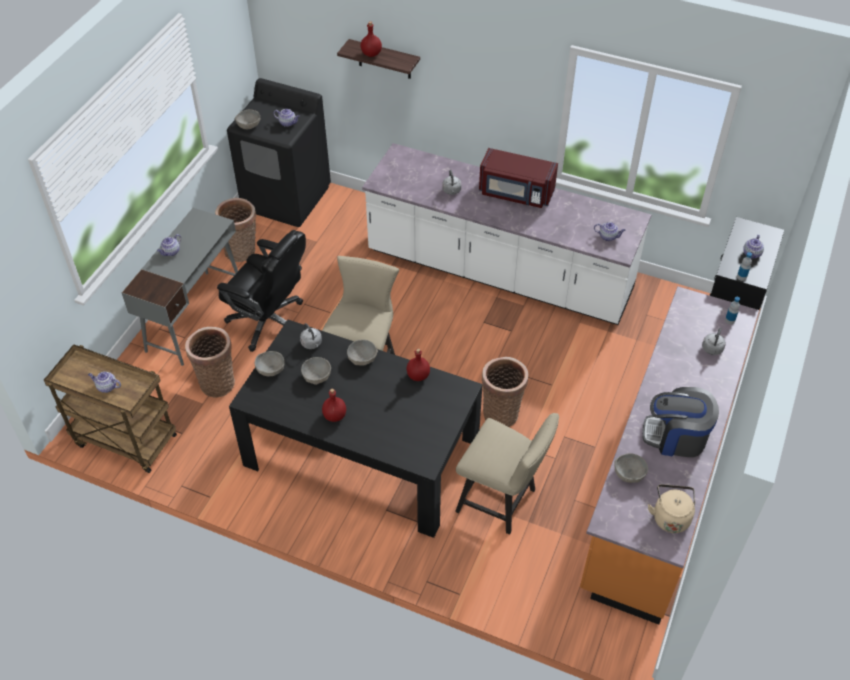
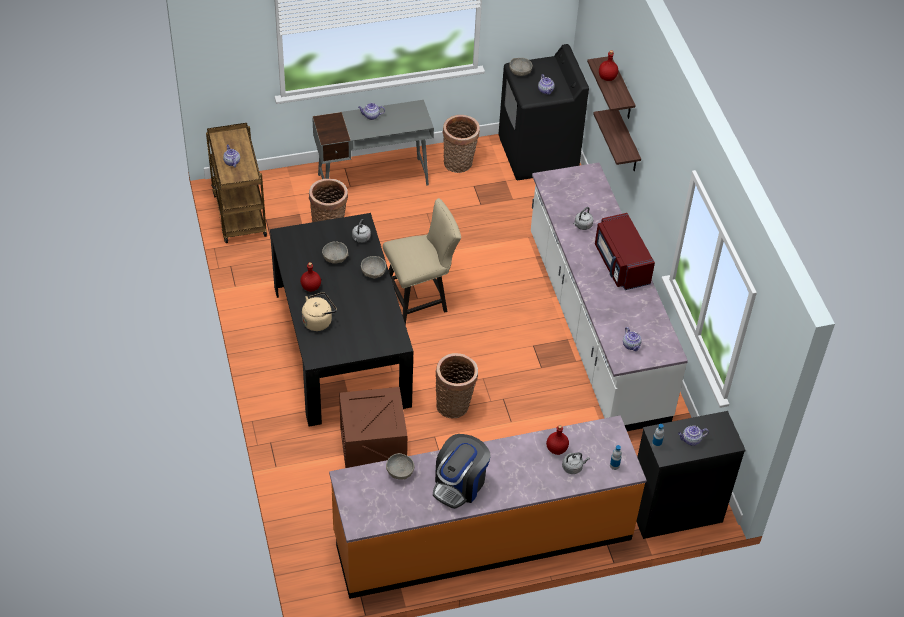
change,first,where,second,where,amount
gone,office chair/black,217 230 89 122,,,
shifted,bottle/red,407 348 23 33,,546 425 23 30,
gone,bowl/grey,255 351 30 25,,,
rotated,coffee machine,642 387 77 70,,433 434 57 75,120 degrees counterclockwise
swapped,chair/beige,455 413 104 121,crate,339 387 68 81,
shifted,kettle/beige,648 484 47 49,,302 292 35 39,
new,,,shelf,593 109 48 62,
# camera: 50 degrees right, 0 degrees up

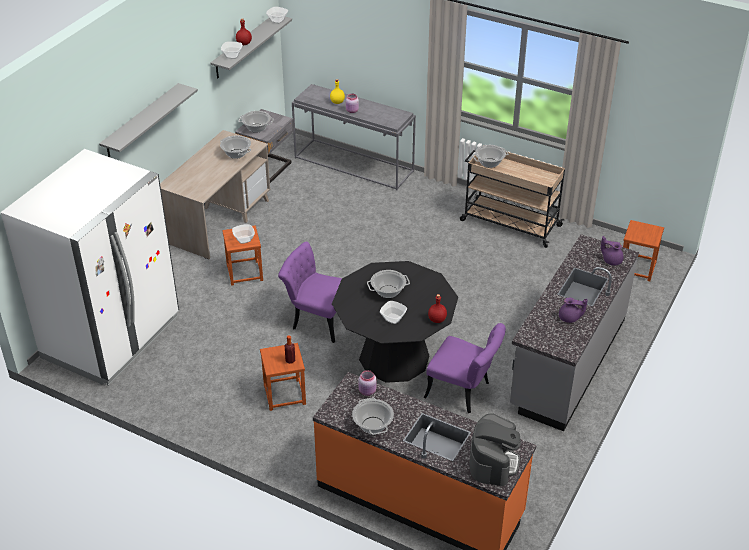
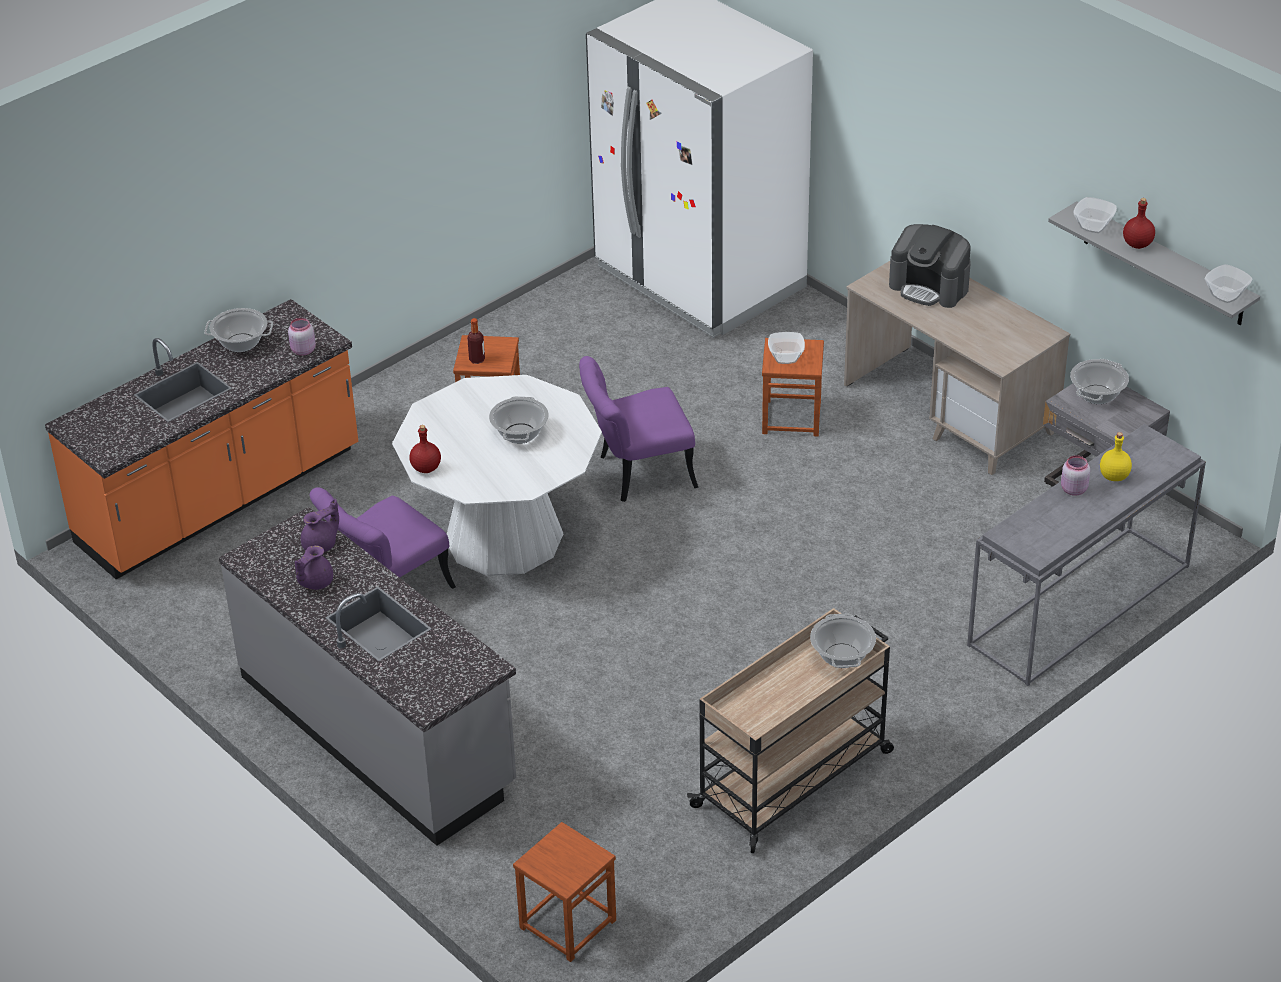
change,first,where,second,where,amount
gone,shelf/grey,99 83 99 75,,,
gone,cooking pot,220 135 31 24,,,
shifted,teapot/purple,601 236 22 30,,301 499 38 53,
rotated,chair/purple,278 242 64 101,,579 356 119 146,150 degrees counterclockwise
repainted,dining table/black,332 261 126 122,dining table/white,392 375 210 201,
gone,bowl,380 301 27 23,,,
shifted,coffee machine,469 413 52 73,,889 224 82 84,
# camera: 110 degrees right, 0 degrees up

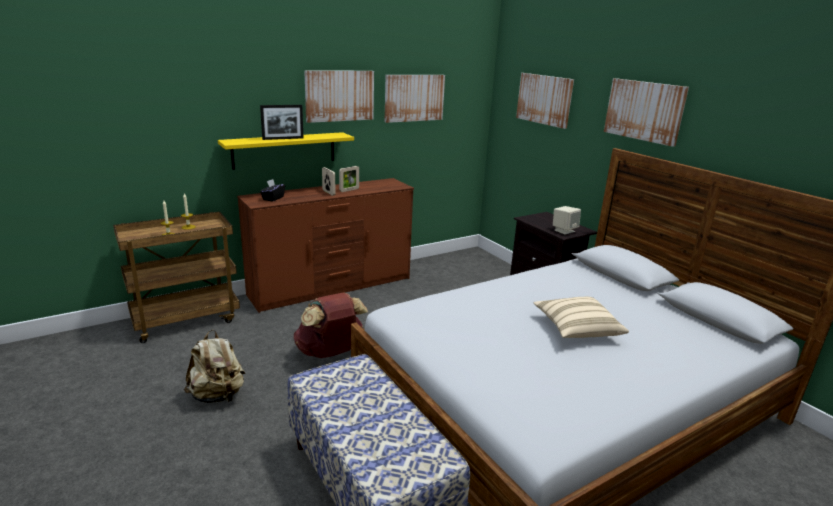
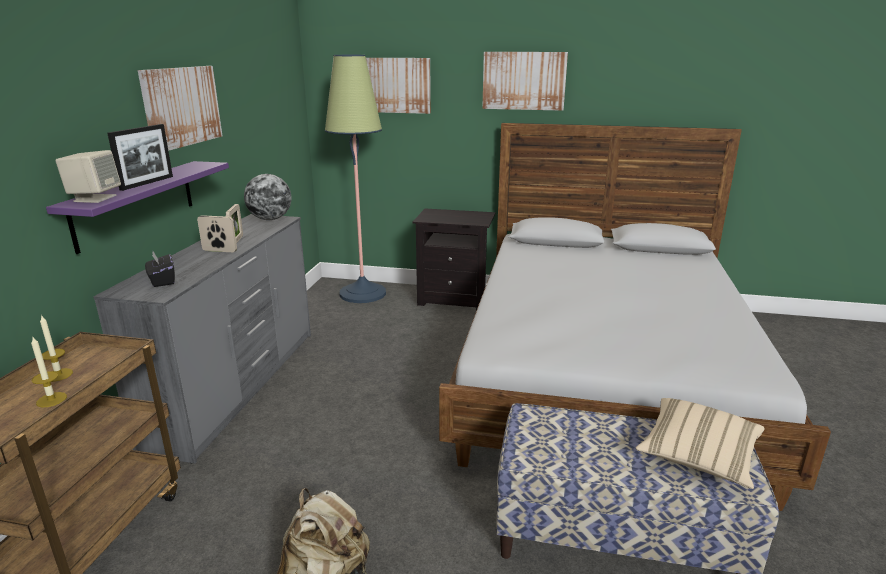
change,first,where,second,where,amount
gone,picture,385 75 60 48,,,
repainted,shelf/yellow,218 132 136 38,shelf/purple,46 161 183 93,
repainted,dresser/brown,237 178 177 135,dresser/grey,93 214 218 250,
shifted,speaker/beige,553 206 28 29,,55 150 66 53,
gone,backpack/brown,294 292 74 66,,,
shifted,pillow/beige,534 297 95 41,,636 398 128 91,
new,,,floor lamp,325 55 61 248,
new,,,globe,244 174 48 46,
# camera: 45 degrees left, 0 degrees up

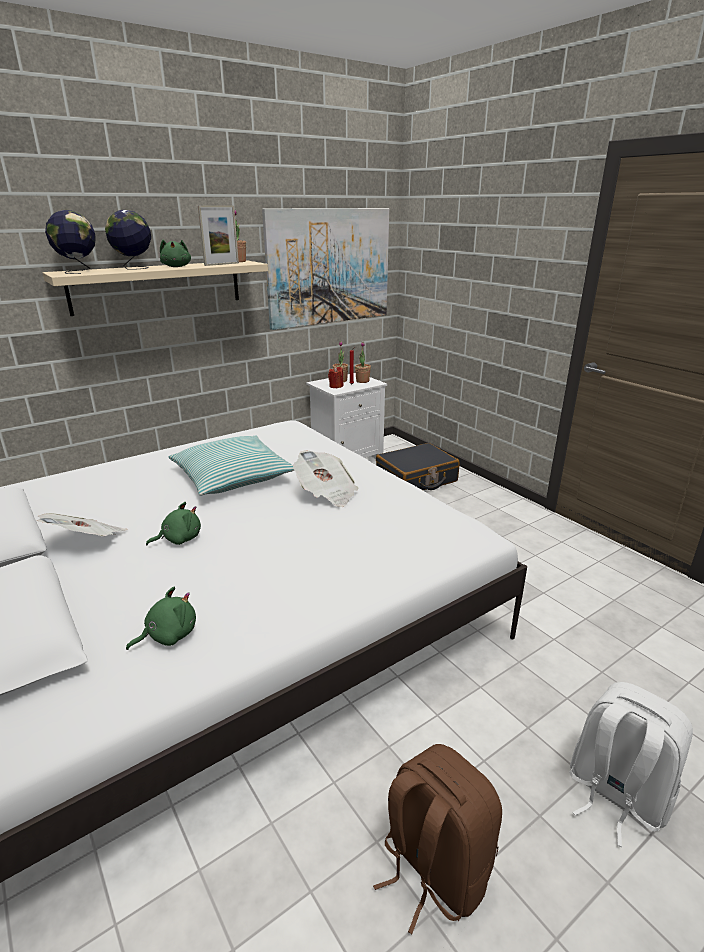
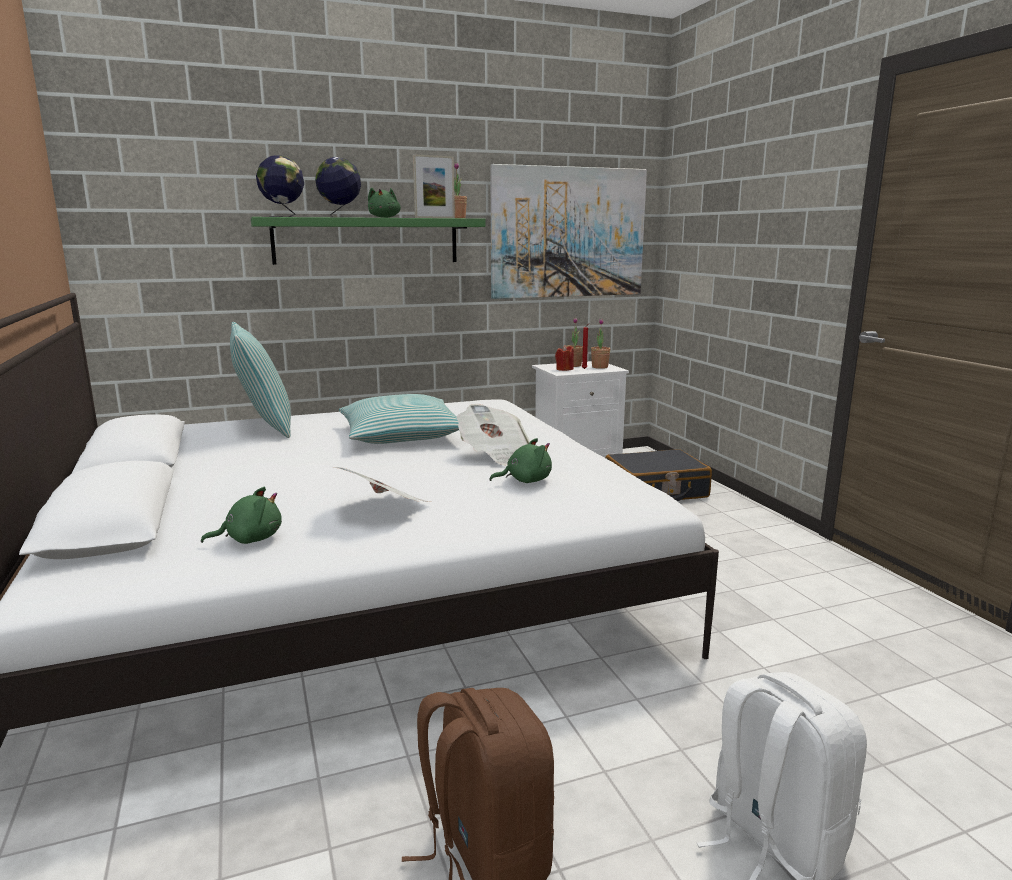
change,first,where,second,where,amount
repainted,shelf/beige,42 261 226 55,shelf/green,251 217 234 48,
shifted,plush toy/green,146 502 55 43,,489 438 63 45,
shifted,newspaper,36 513 91 23,,333 467 99 35,
new,,,pillow,230 322 61 116,
# camera: 15 degrees right, 10 degrees down

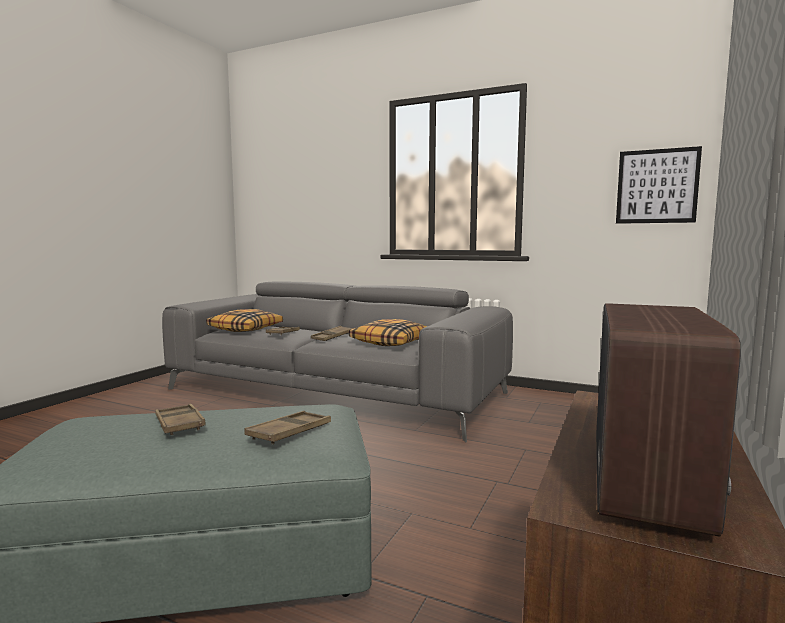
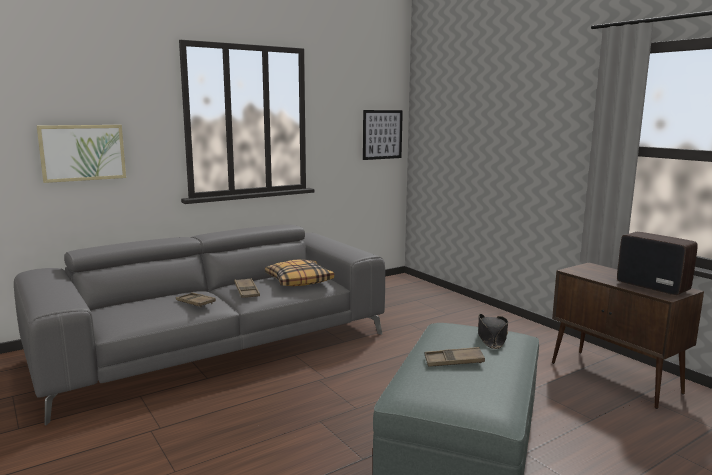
change,first,where,second,where,amount
gone,pillow,206 309 77 23,,,
swapped,tray/brown,244 411 87 34,hat/black,478 314 30 35,
new,,,picture,37 125 89 58,
# camera: 60 degrees left, 5 degrees up

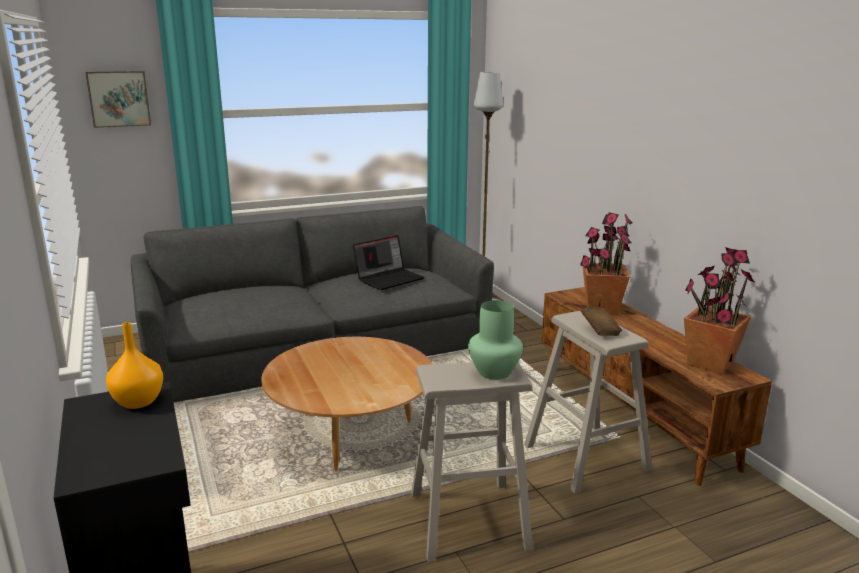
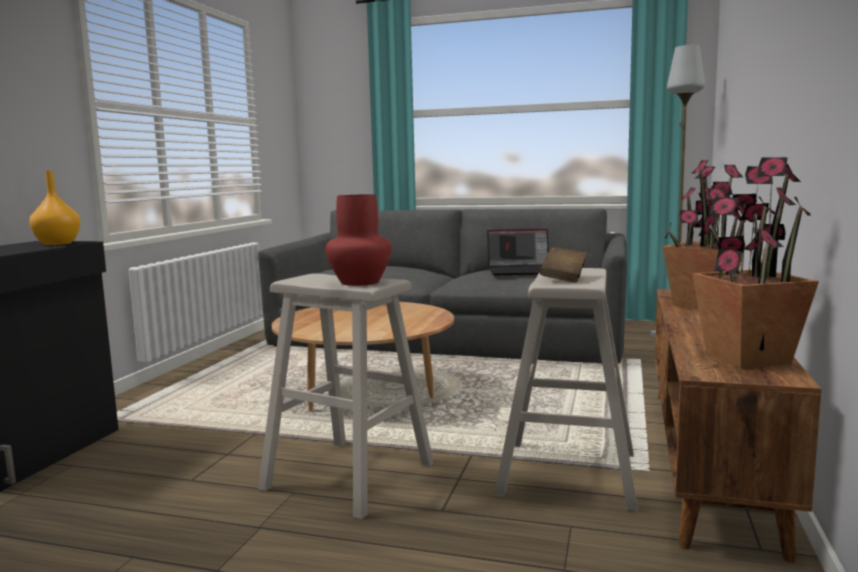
change,first,where,second,where,amount
gone,picture,85 71 66 57,,,
repainted,vase/green,468 300 55 80,vase/red,326 194 66 92,
# camera: 40 degrees right, 10 degrees down

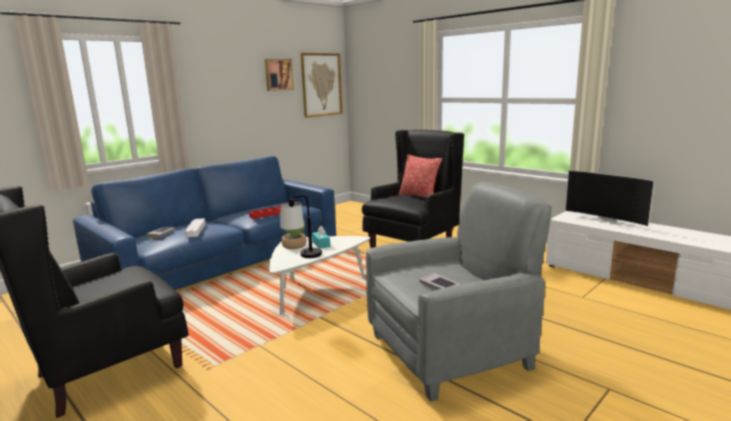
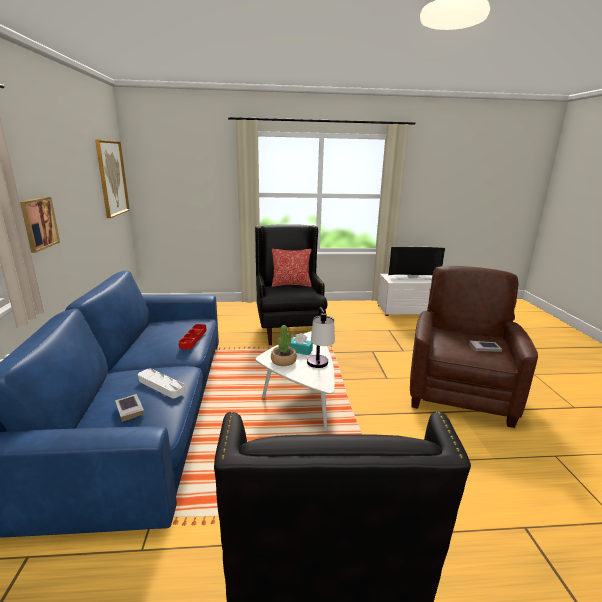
change,first,where,second,where,amount
shifted,picture,265 59 29 32,,20 197 40 56,
repainted,armchair/grey,366 182 186 220,armchair/brown,410 266 128 162,
# camera: 50 degrees left, 5 degrees up

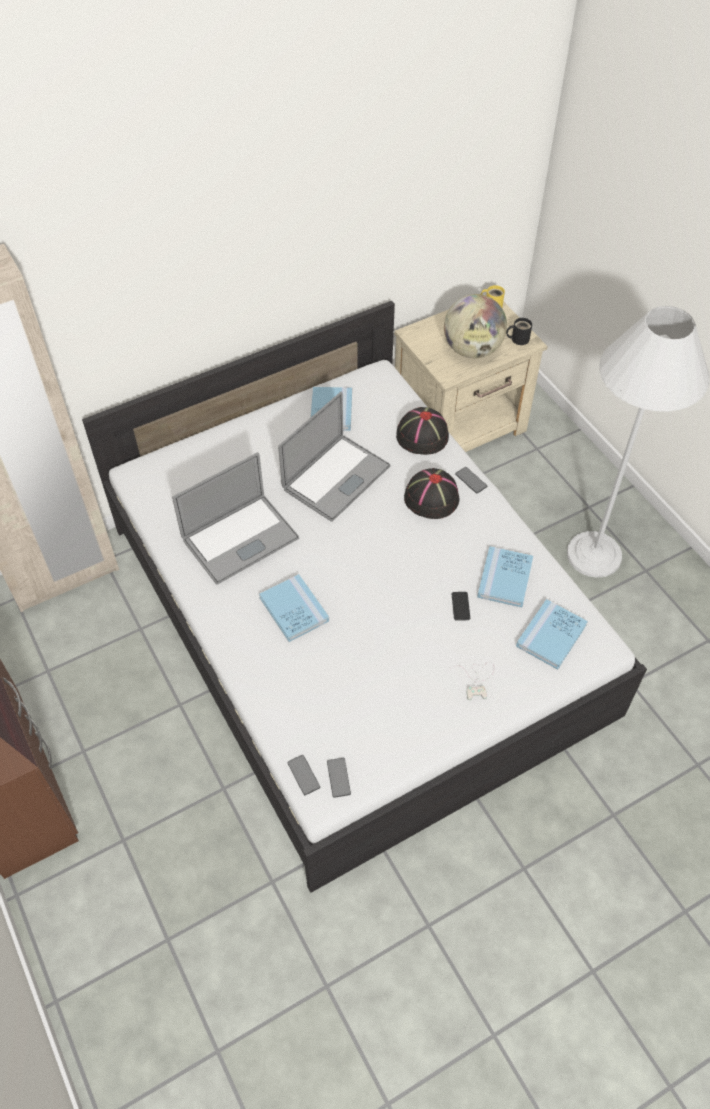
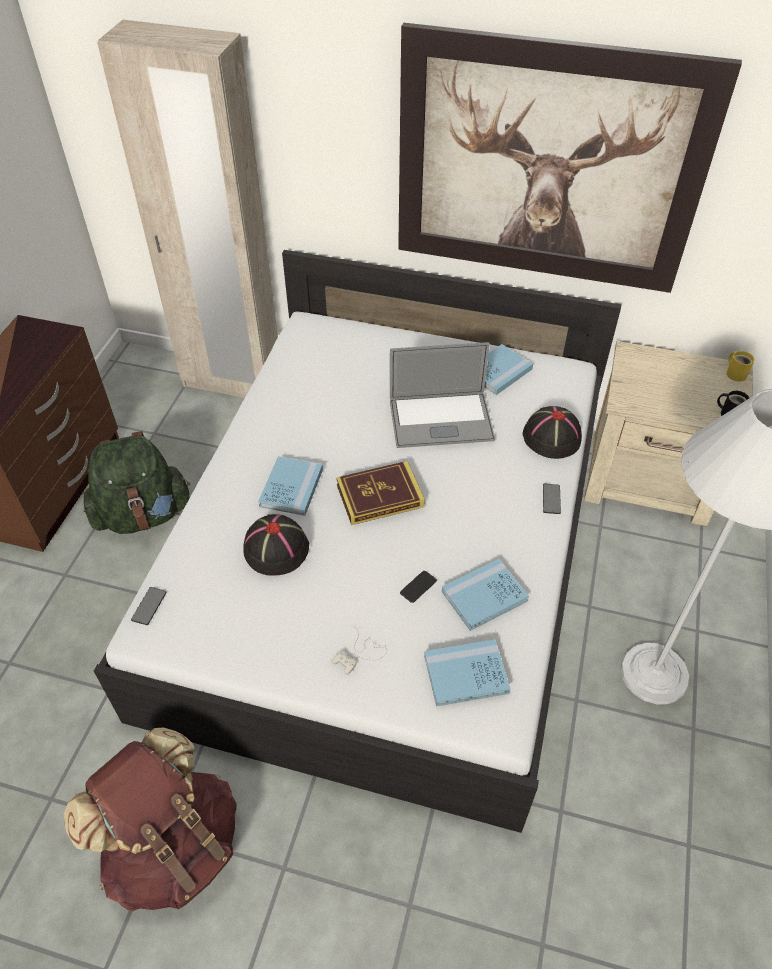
change,first,where,second,where,amount
gone,globe,444 294 63 64,,,
gone,laptop,172 452 127 133,,,
shifted,hat/black,404 468 55 51,,243 514 66 62,
gone,phone,327 758 24 40,,,
new,,,picture,398 23 344 270,
new,,,backpack/green,83 431 107 103,
new,,,book,336 461 89 64,
new,,,backpack/brown,64 728 172 183,
# camera: 45 degrees right, 5 degrees down

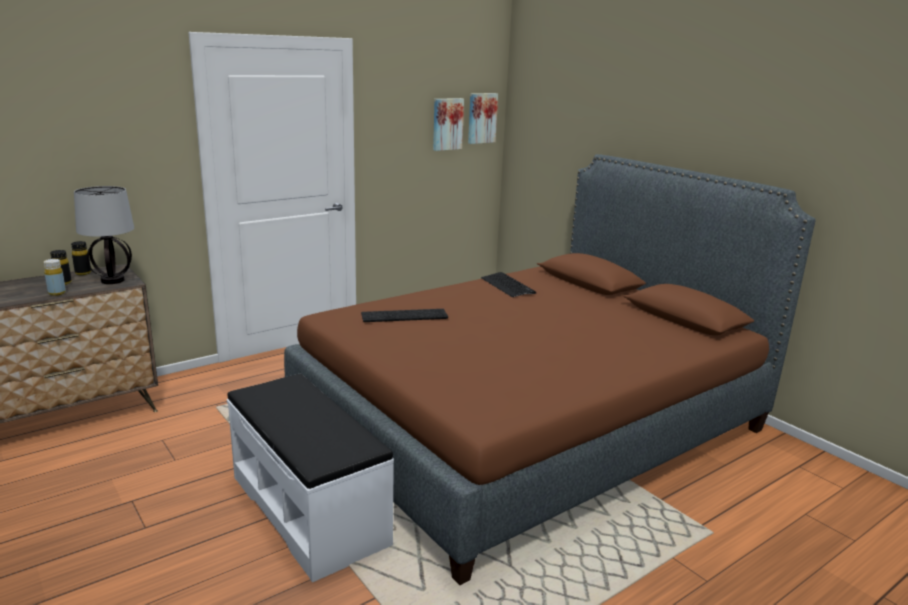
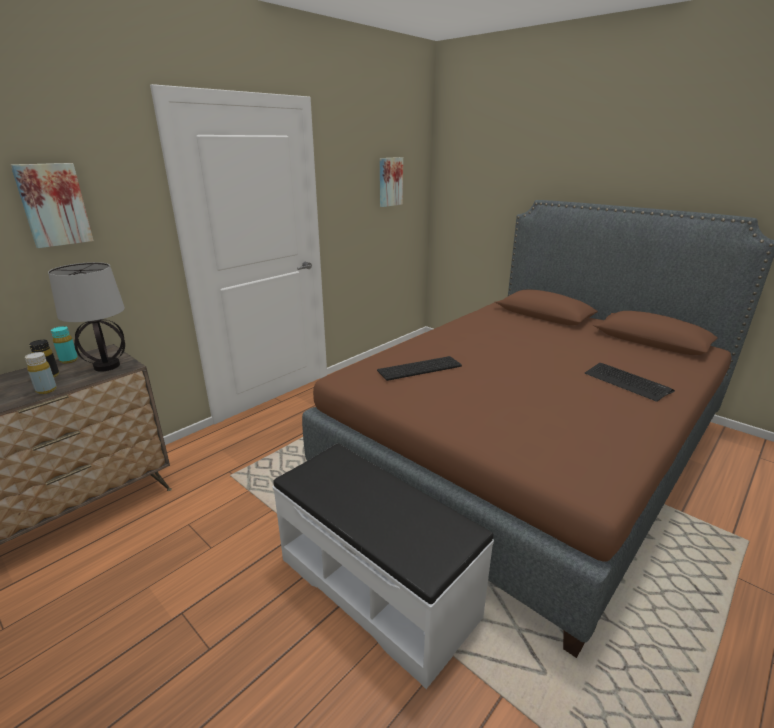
change,first,where,second,where,amount
shifted,picture,468 93 30 51,,11 163 83 85,
repainted,bottle/black,71 241 20 34,bottle/turquoise,51 326 27 38,
shifted,keyboard,481 272 55 25,,584 363 91 39,
# camera: 10 degrees left, 5 degrees up

